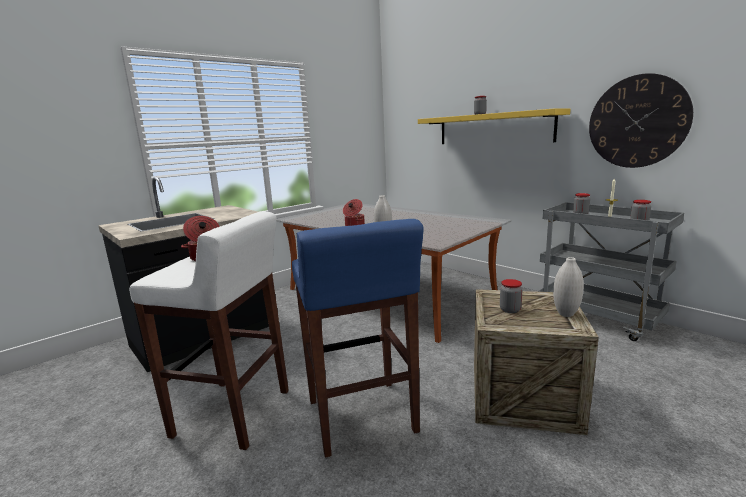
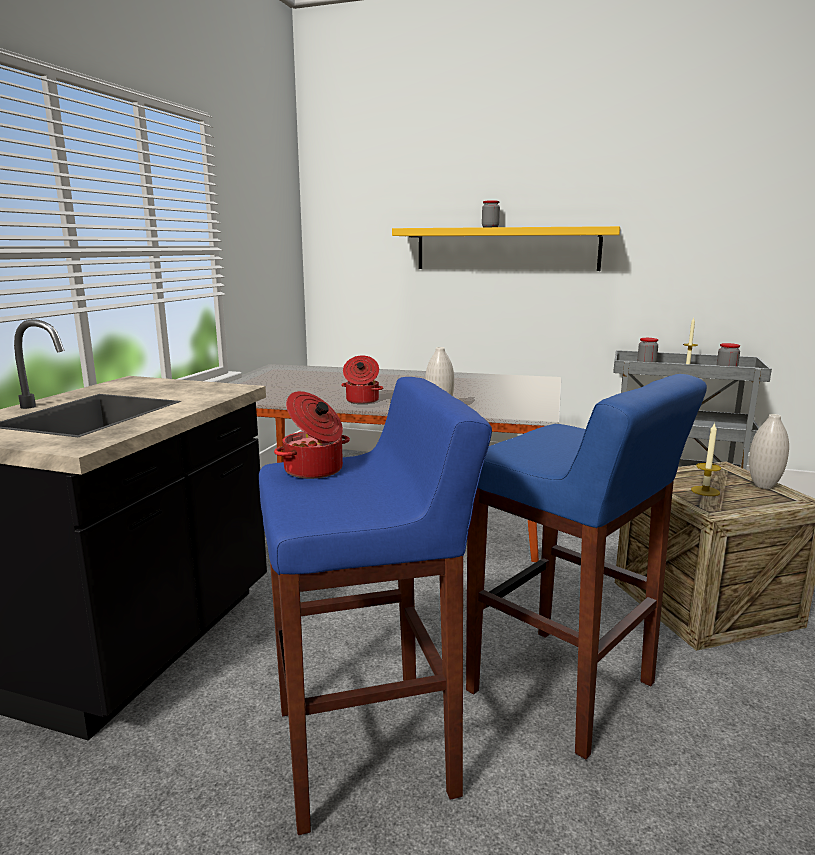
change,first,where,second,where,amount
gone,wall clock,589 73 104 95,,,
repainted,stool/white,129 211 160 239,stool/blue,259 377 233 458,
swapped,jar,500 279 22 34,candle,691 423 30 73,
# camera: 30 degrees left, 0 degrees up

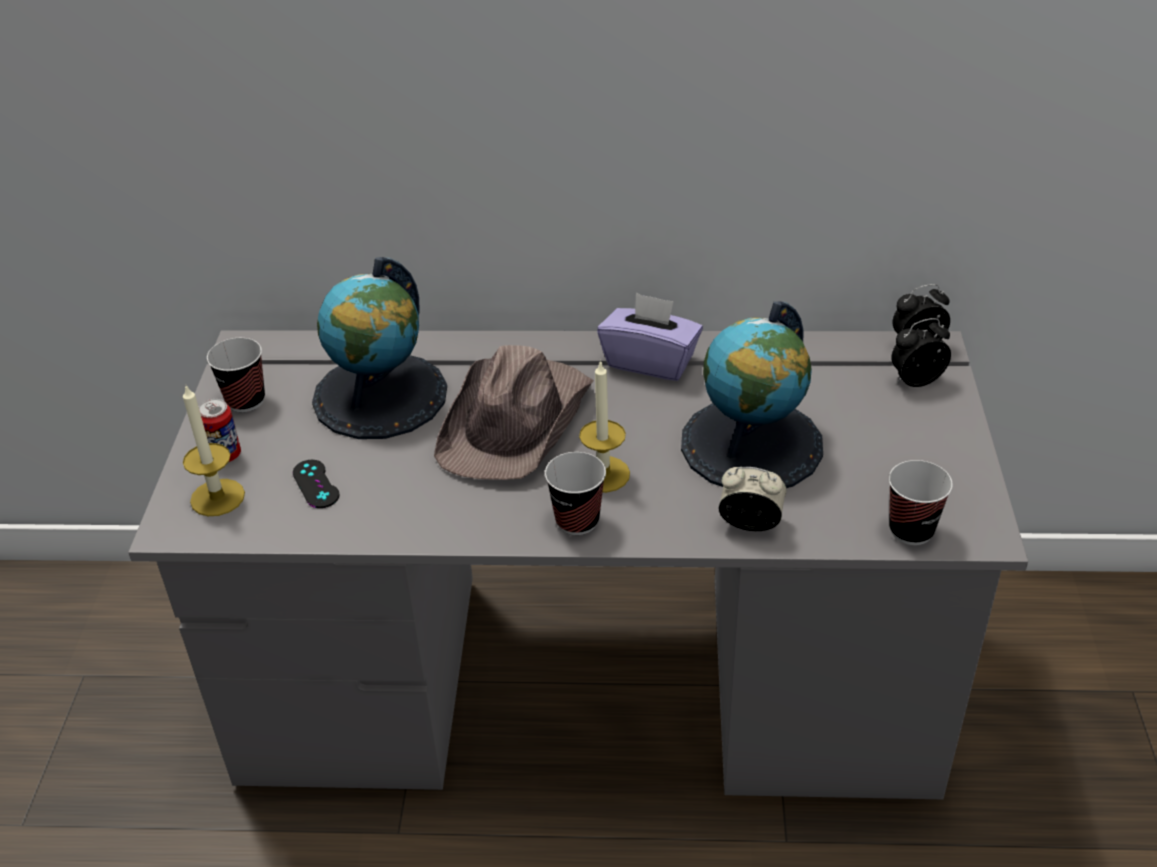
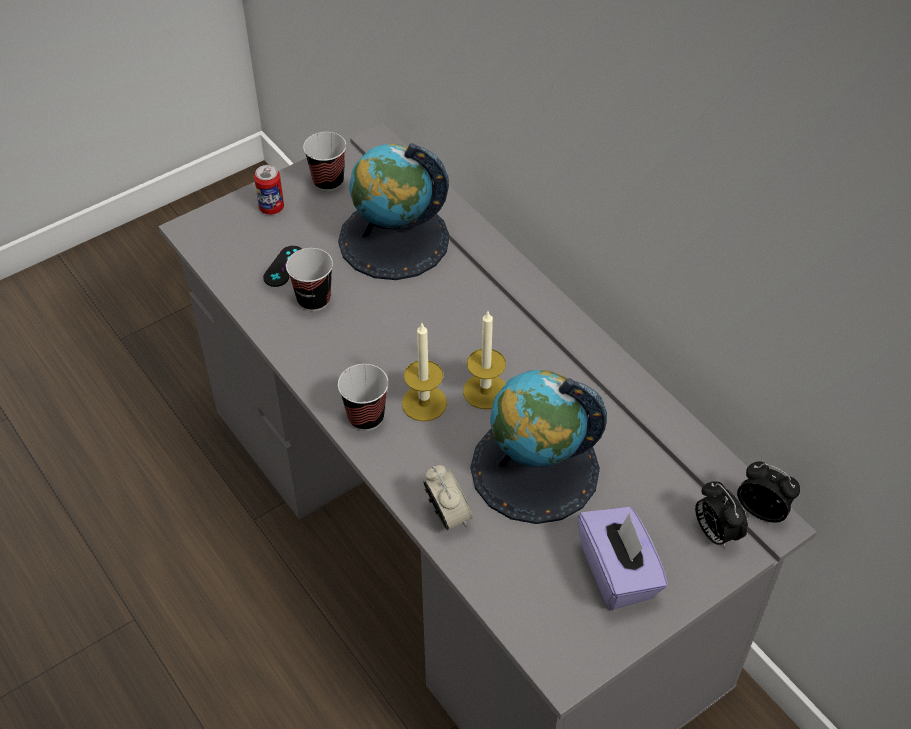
change,first,where,second,where,amount
shifted,tissue box/purple,597 292 106 89,,578 507 90 103,
rotated,alarm clock,891 318 60 69,,695 481 53 67,150 degrees counterclockwise
gone,hat/brown,434 345 160 135,,,
shifted,candle,183 384 62 132,,463 311 43 98,
shifted,cup,889 460 64 85,,286 248 47 63,
# camera: 50 degrees right, 10 degrees up

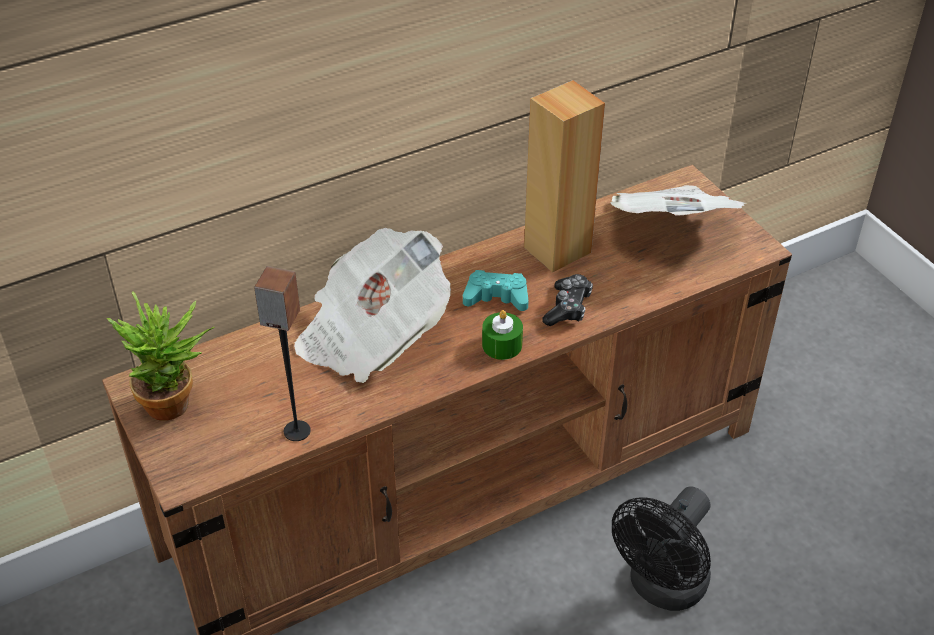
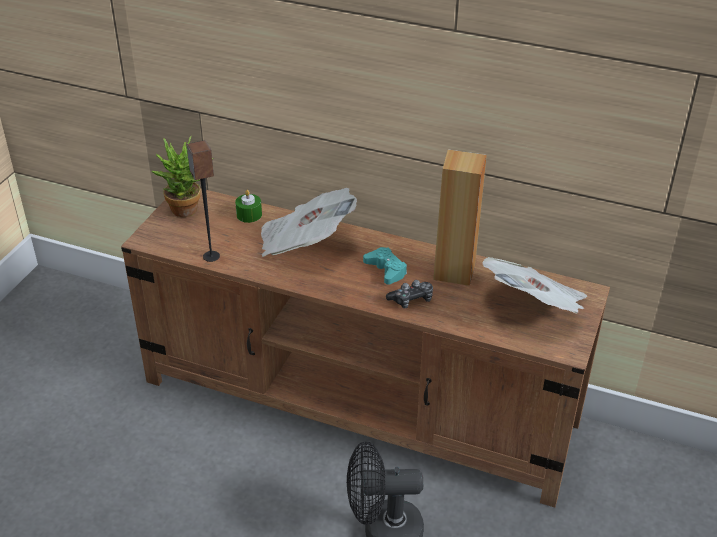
change,first,where,second,where,amount
shifted,candle/green,482 310 41 50,,235 190 27 33,
# camera: 50 degrees right, 5 degrees down

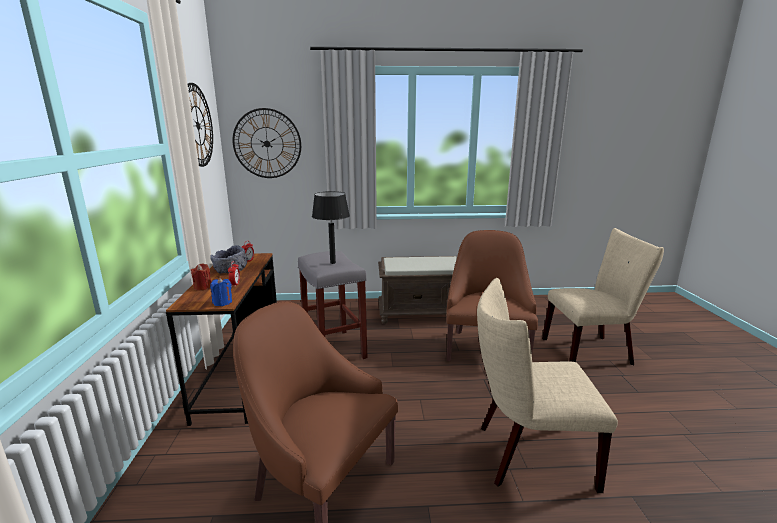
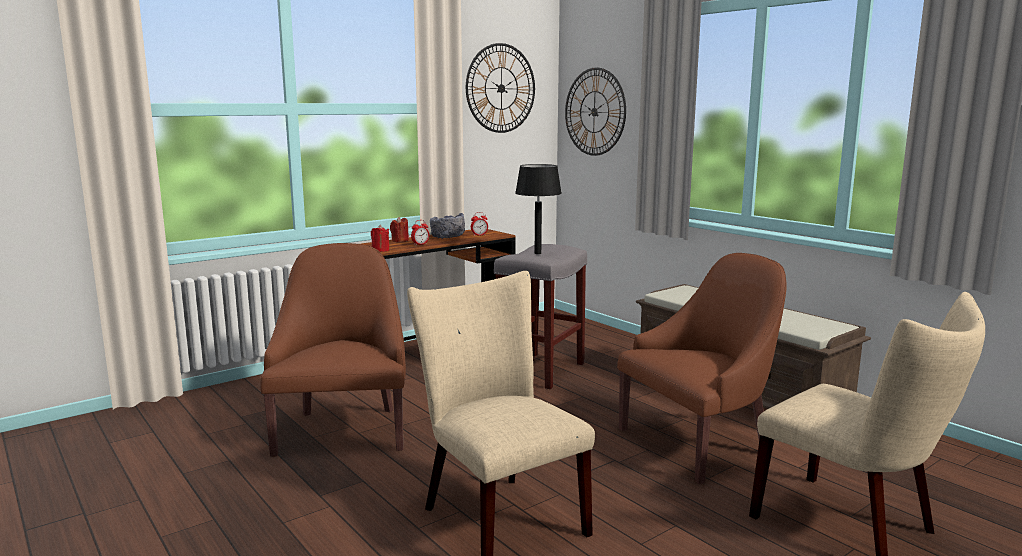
change,first,where,second,where,amount
repainted,candle/blue,210 277 22 29,candle/red,371 225 18 27,
# camera: 55 degrees right, 5 degrees down

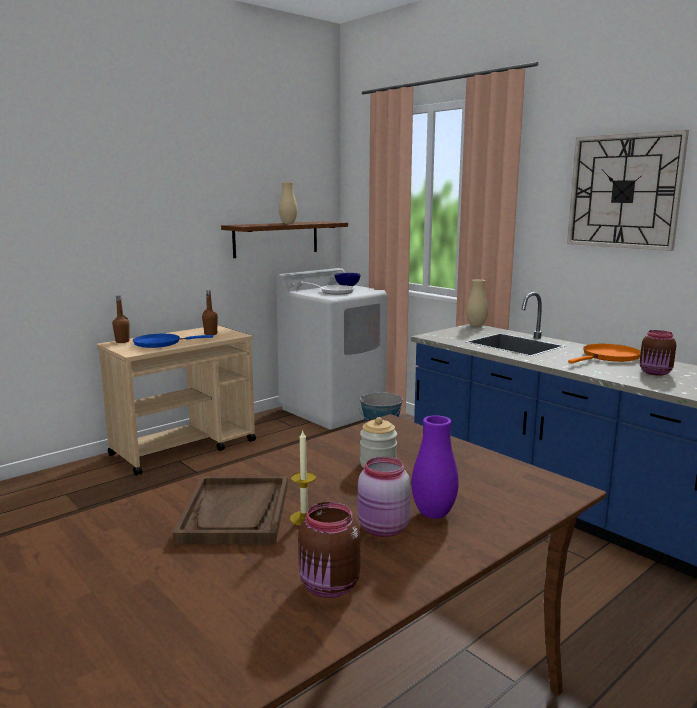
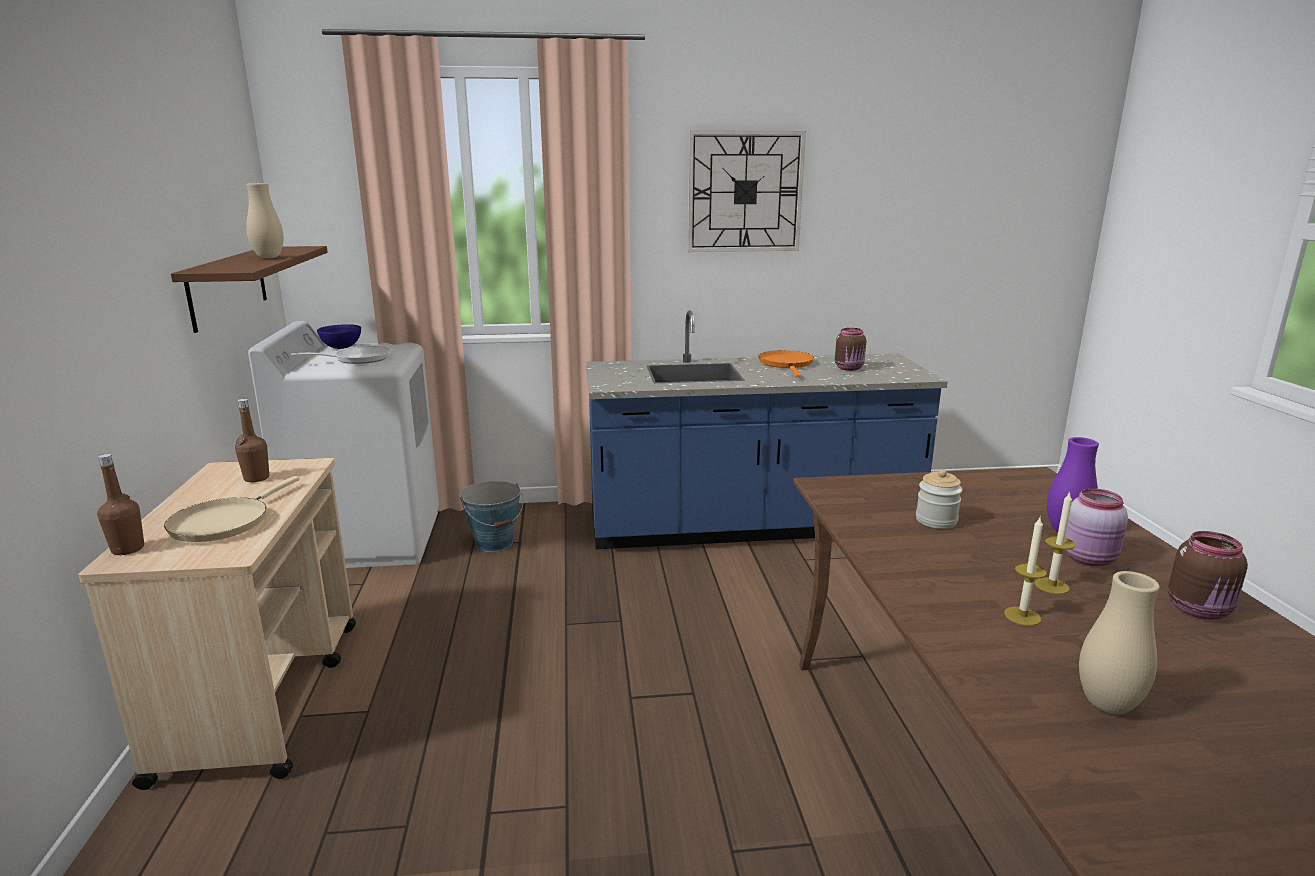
change,first,where,second,where,amount
shifted,vase/beige,466 279 22 48,,1079 571 81 143,
repainted,frying pan/blue,133 334 80 14,frying pan/beige,164 476 136 66,
swapped,tray/brown,173 476 115 69,candle,1004 516 43 110,
# camera: 55 degrees left, 5 degrees up

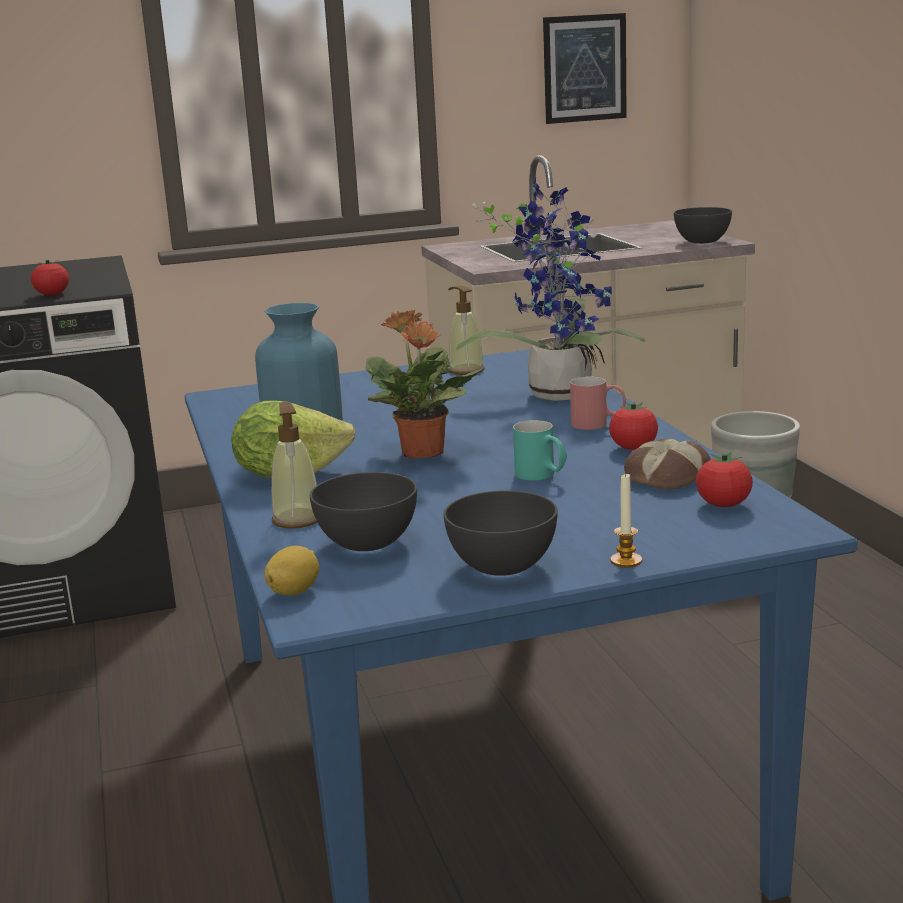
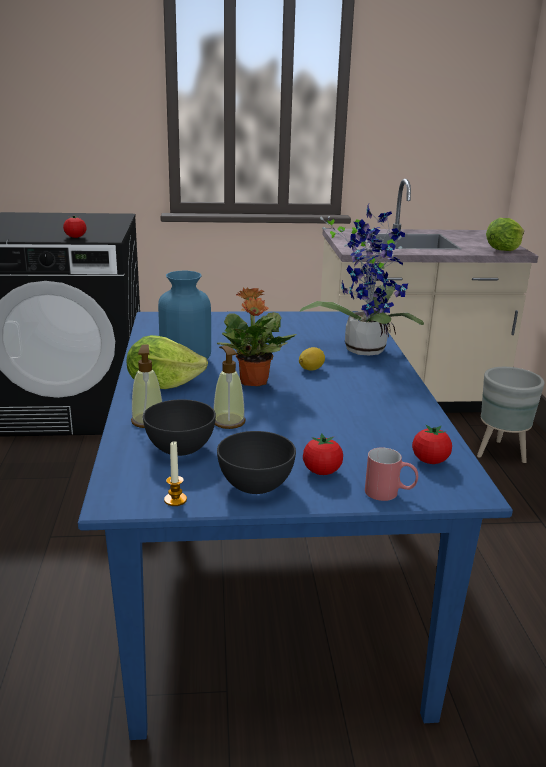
change,first,where,second,where,amount
gone,picture,543 13 84 111,,,
swapped,bowl/grey,674 207 58 37,lettuce,486 218 38 33,
shifted,soap dispenser,448 286 37 89,,213 346 33 83,
shifted,mug/red,570 376 56 54,,365 448 53 53,
shifted,tomato,609 402 49 48,,303 433 40 42,
gone,mug/turquoise,513 420 54 61,,,
gone,bread,624 438 87 51,,,
shifted,candle,610 472 32 96,,164 441 23 65,
shifted,lemon,265 546 54 50,,299 347 26 24,
# camera: 10 degrees right, 5 degrees up

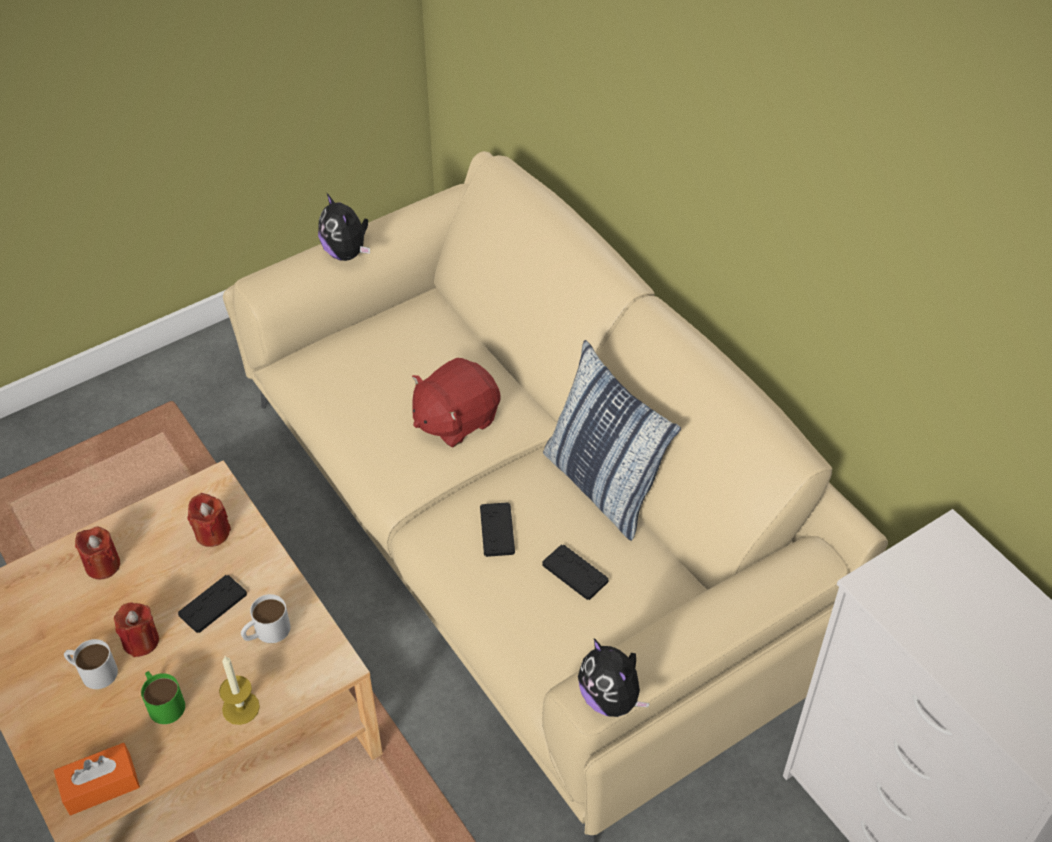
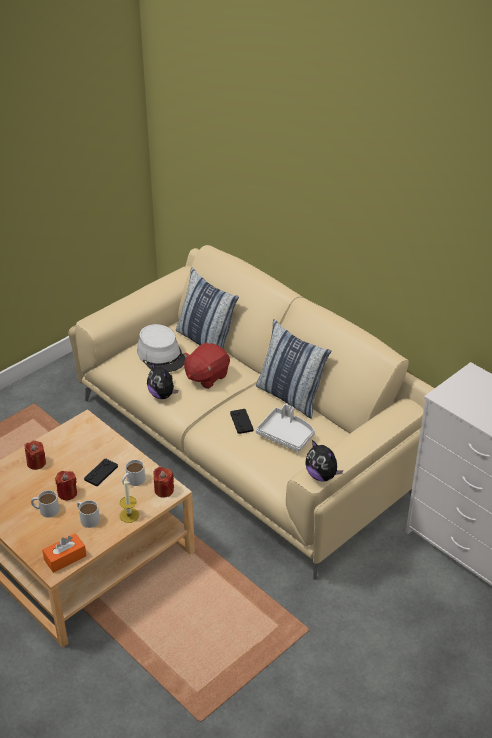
change,first,where,second,where,amount
shifted,plush toy,318 193 52 68,,147 362 31 37,
shifted,candle/red,187 493 44 54,,153 467 21 30,
swapped,game controller/black,542 544 66 56,tray/grey,256 404 59 48,
repainted,mug/green,141 671 44 53,mug/white,77 500 23 28,
new,,,pillow,176 268 63 81,
new,,,hat/grey,137 324 48 48,
# camera: 10 degrees left, 10 degrees down

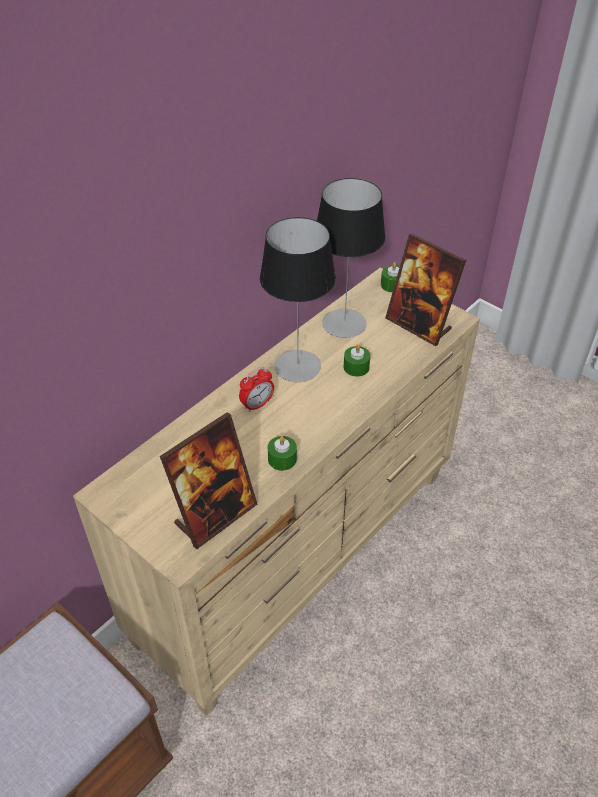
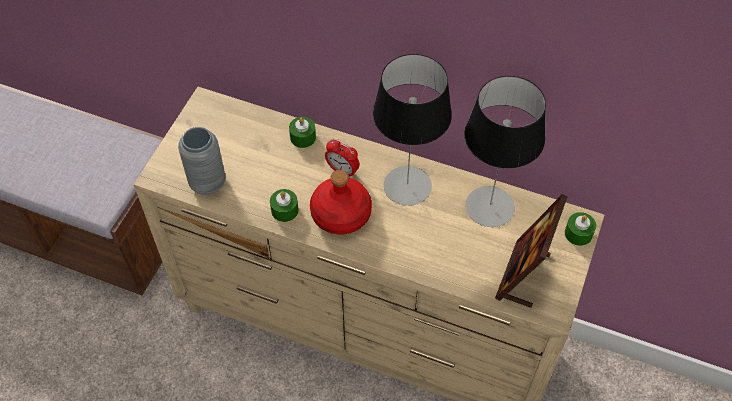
change,first,where,second,where,amount
shifted,candle/green,344 344 27 33,,289 117 27 31,
swapped,picture frame,160 412 97 137,vase/grey,178 127 48 68,
new,,,bottle/red,310 170 62 64,
# camera: 70 degrees right, 10 degrees up

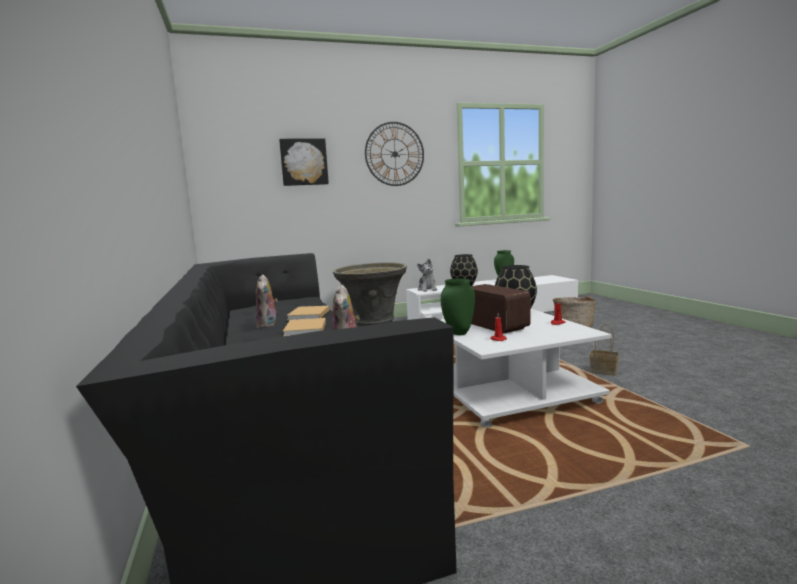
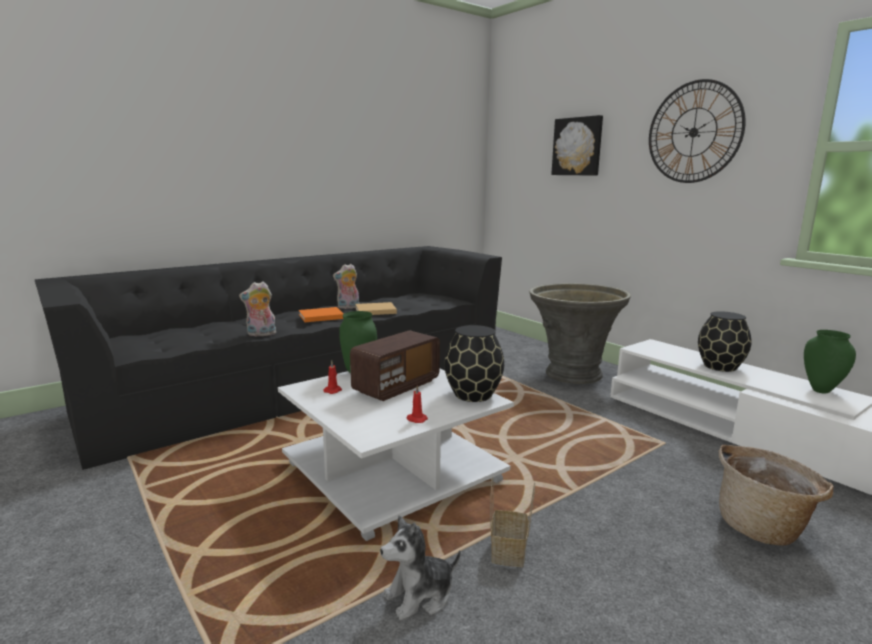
change,first,where,second,where,amount
shifted,plush toy,417 259 20 33,,380 515 81 106,
repainted,book/beige,283 318 43 19,book/orange,299 307 45 15,
# camera: 70 degrees right, 5 degrees up

